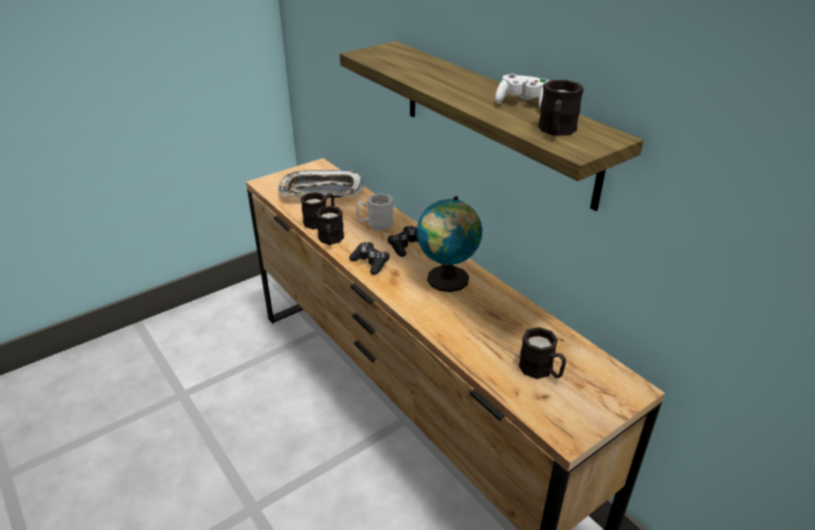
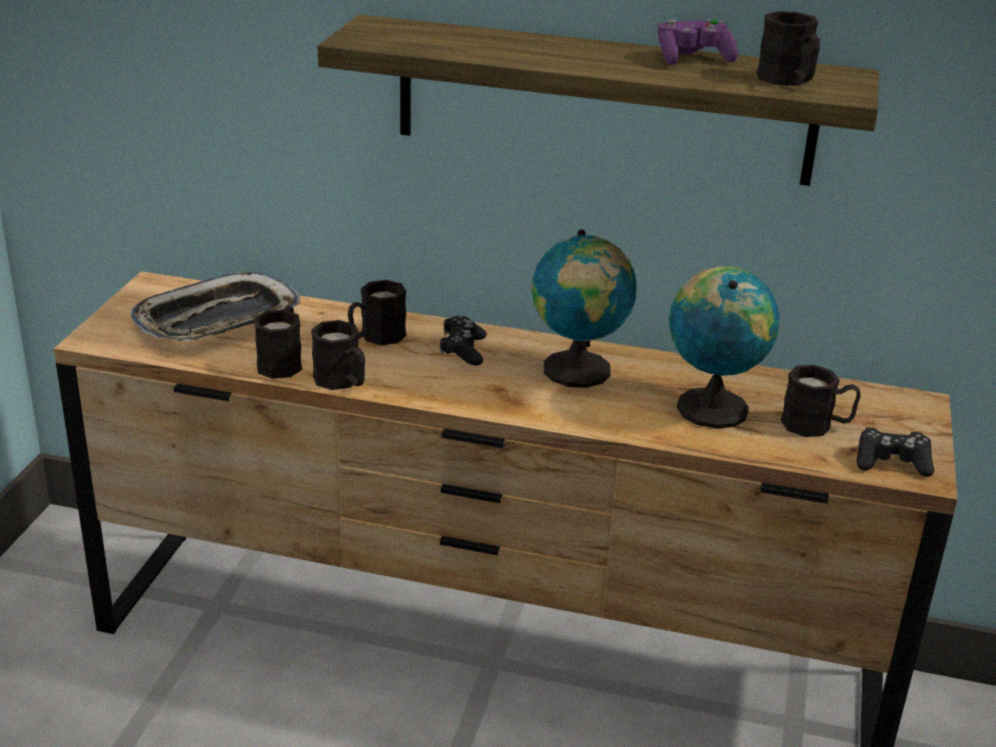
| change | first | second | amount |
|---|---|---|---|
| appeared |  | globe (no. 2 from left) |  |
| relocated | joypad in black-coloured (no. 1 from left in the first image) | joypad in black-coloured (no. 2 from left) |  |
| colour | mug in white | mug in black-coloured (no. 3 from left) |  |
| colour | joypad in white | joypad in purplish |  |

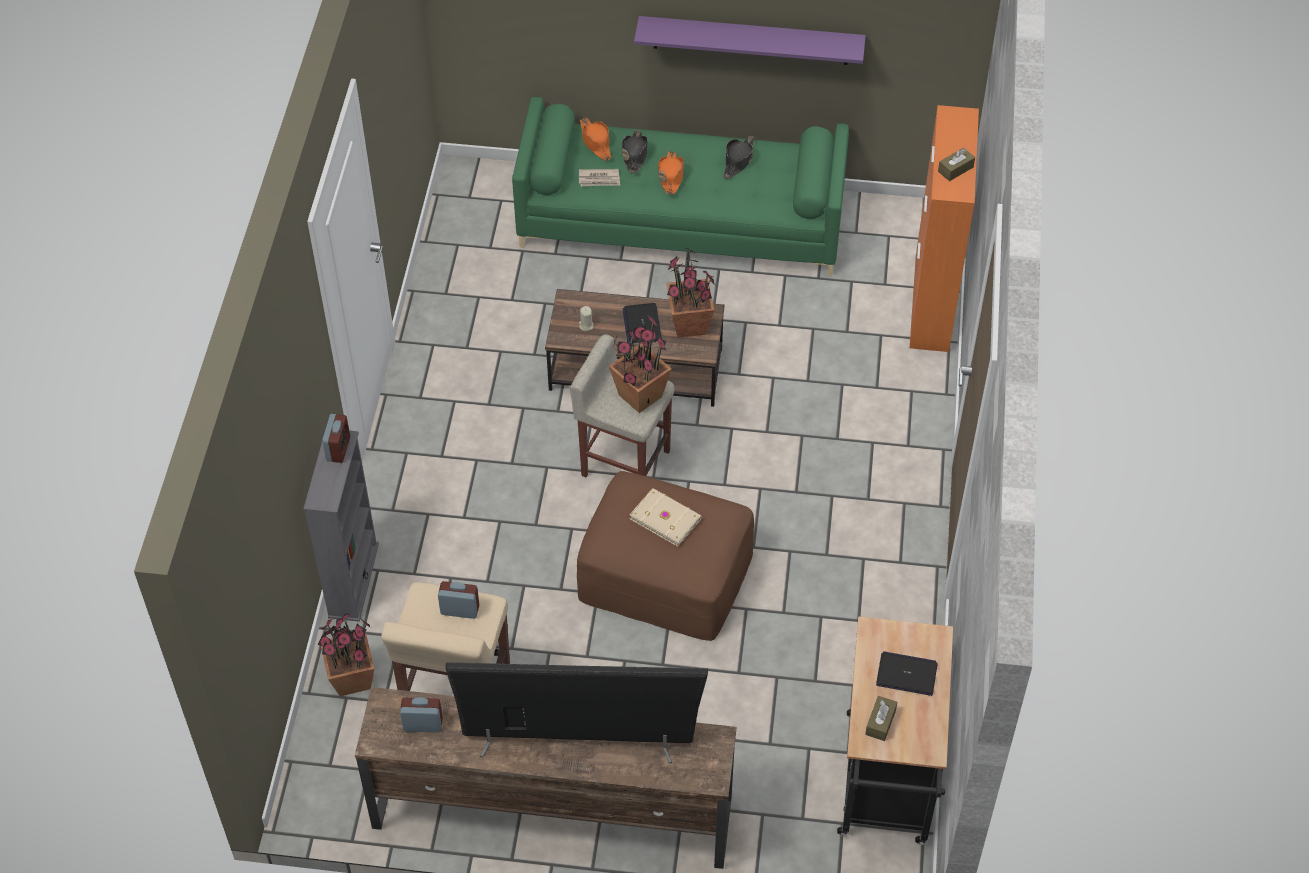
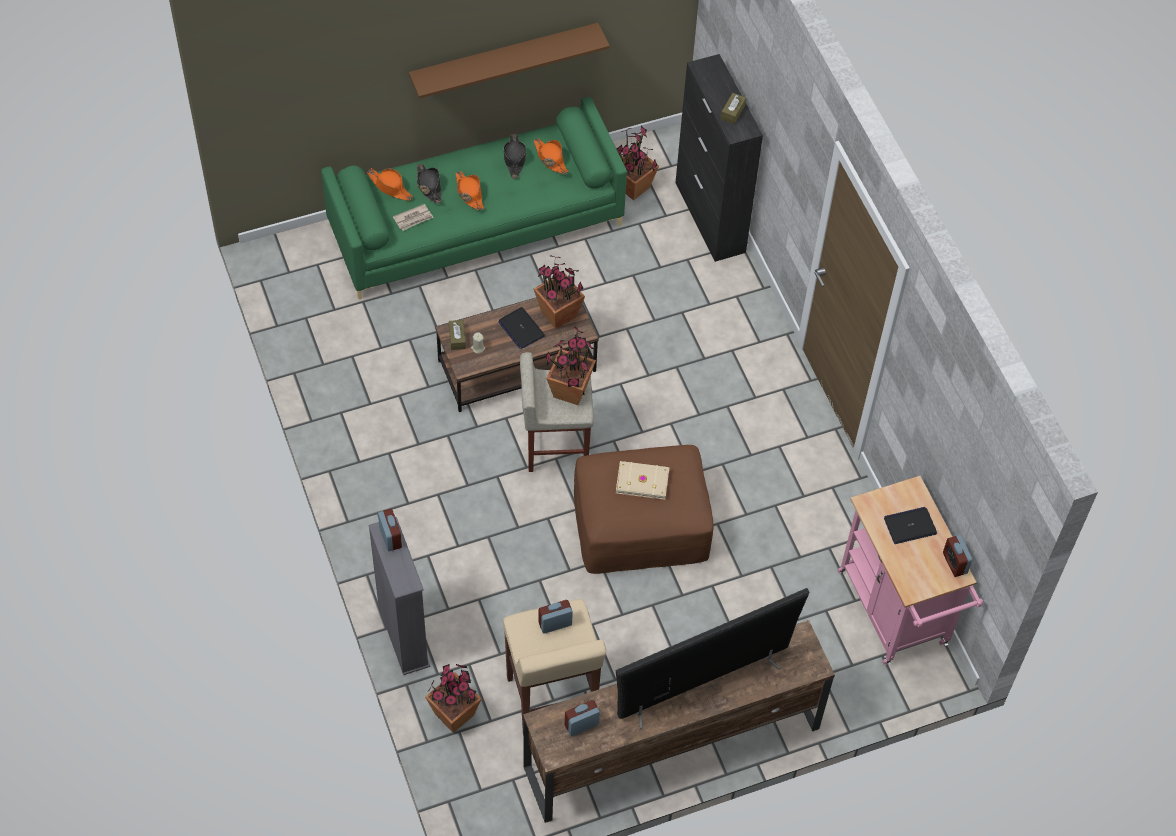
| change | first | second | amount |
|---|---|---|---|
| appeared |  | hat in orange-coloured (no. 3 from left) |  |
| appeared |  | potted plant (no. 4 from left) |  |
| appeared |  | alarm clock (no. 4 from left) |  |
| relocated | tissue holder in brown (no. 1 from left) |  |  |
| colour | wall shelf in purplish | wall shelf in brown |  |
| colour | cart in black-coloured | cart in pink-coloured |  |
| colour | cupboard in orange-coloured | cupboard in black-coloured |  |

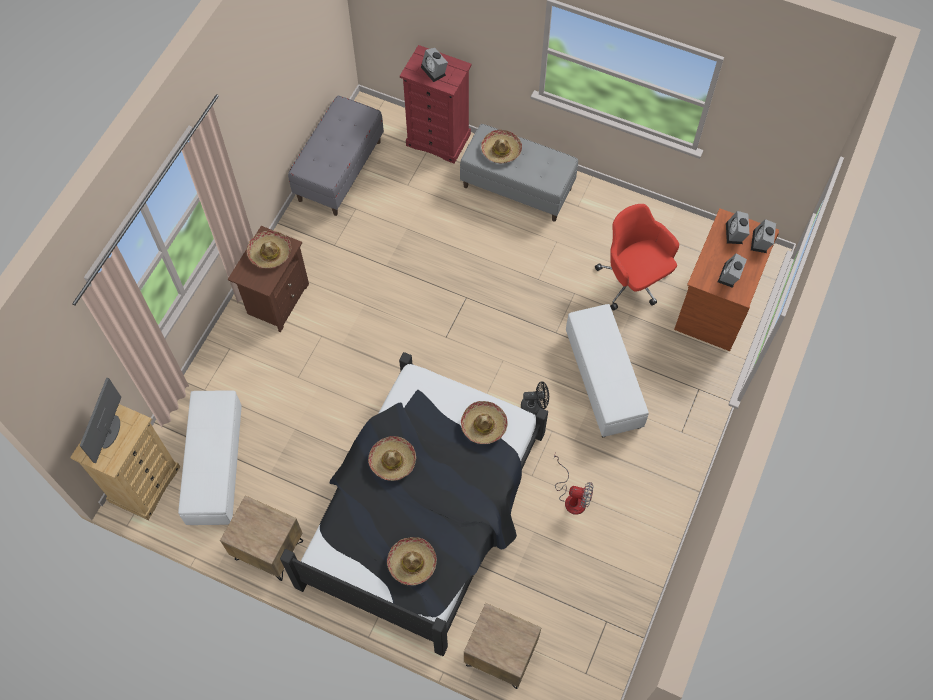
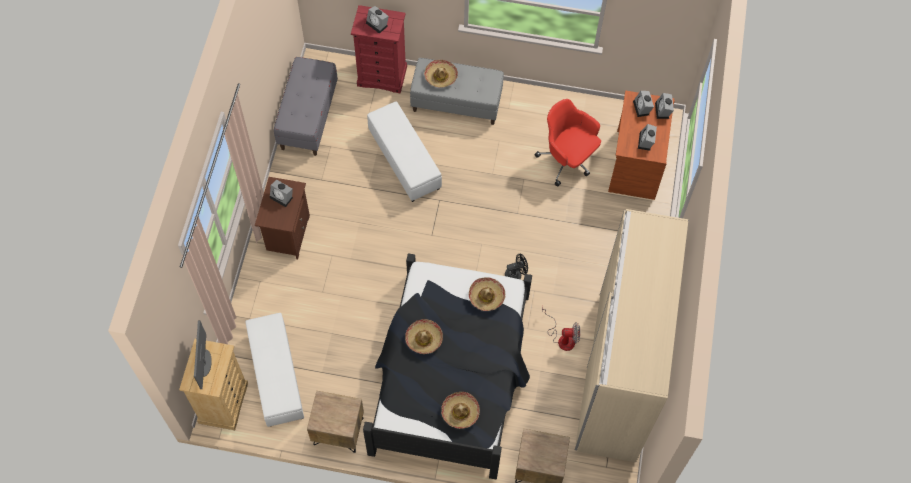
| change | first | second | amount |
|---|---|---|---|
| appeared |  | clothes cupboard in beige |  |
| relocated | pouffe in white (no. 2 from left) |  |  |
| exchanged | hat (no. 1 from left) | alarm clock (no. 1 from left) |  |

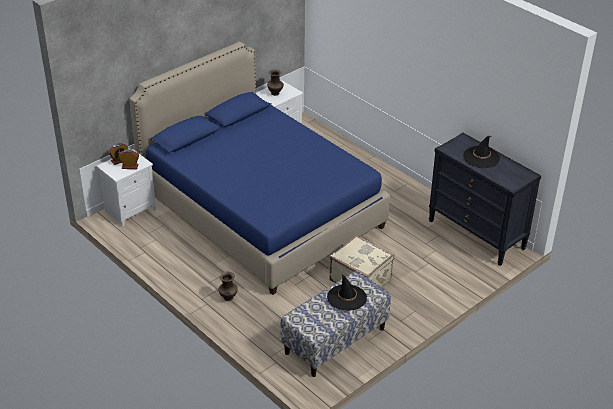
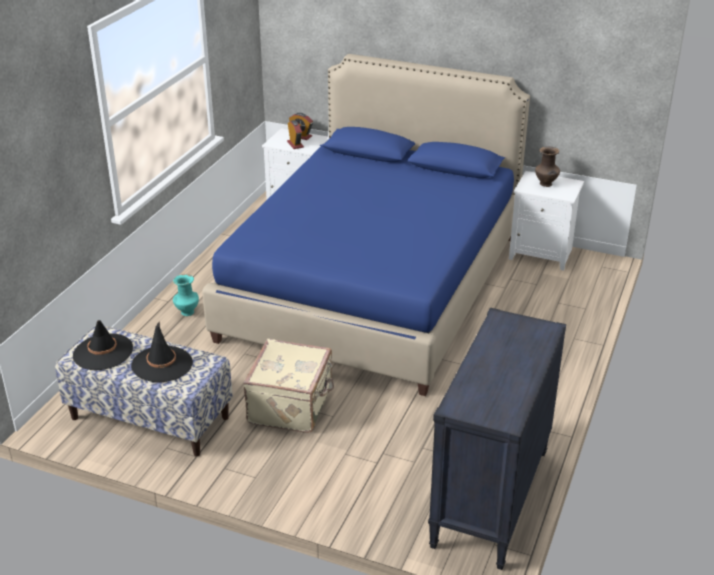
| change | first | second | amount |
|---|---|---|---|
| relocated | hat in black-coloured (no. 2 from left in the first image) | hat in black-coloured (no. 1 from left) |  |
| colour | vase in brown (no. 1 from left) | vase in blue-green |  |

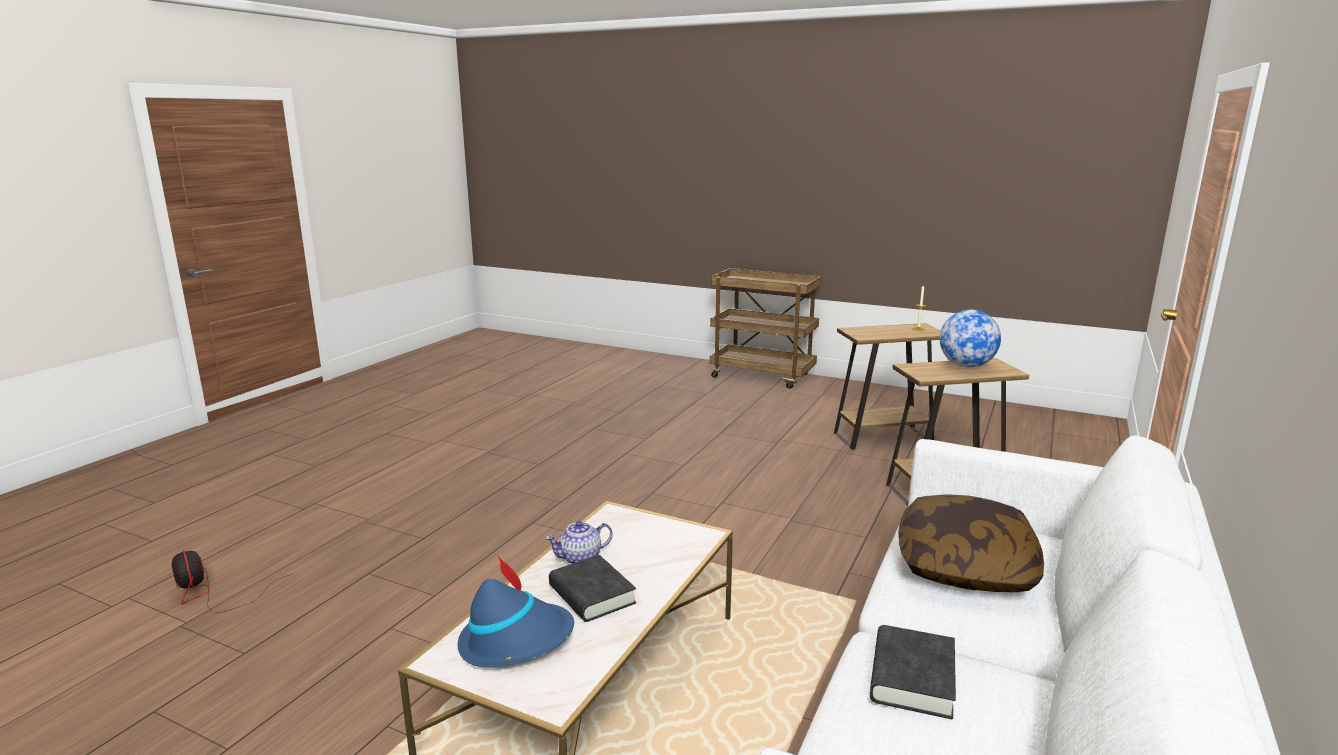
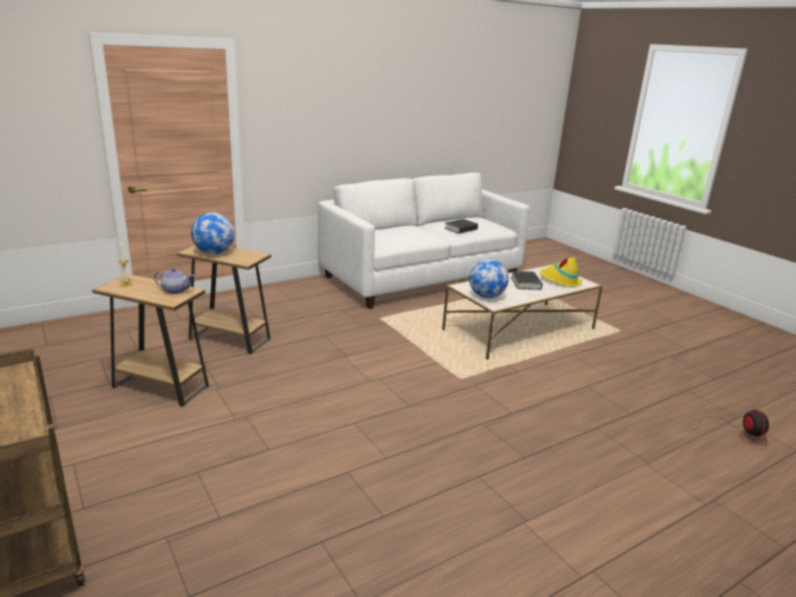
| change | first | second | amount |
|---|---|---|---|
| missing | throw pillow |  |  |
| appeared |  | globe (no. 2 from left) |  |
| relocated | tea pot |  |  |
| colour | hat in blue | hat in yellow |  |

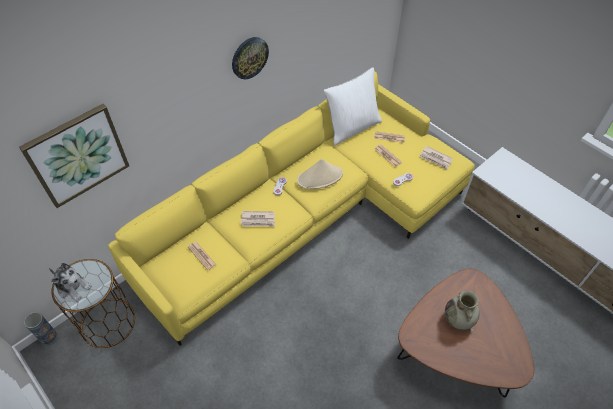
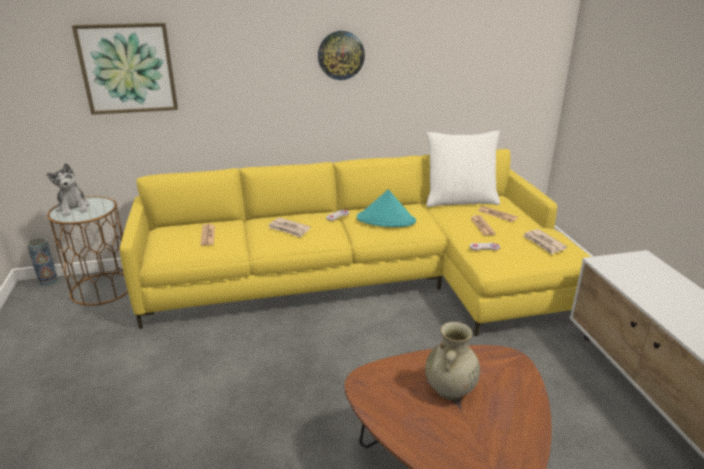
| change | first | second | amount |
|---|---|---|---|
| colour | hat in beige | hat in blue-green |  |

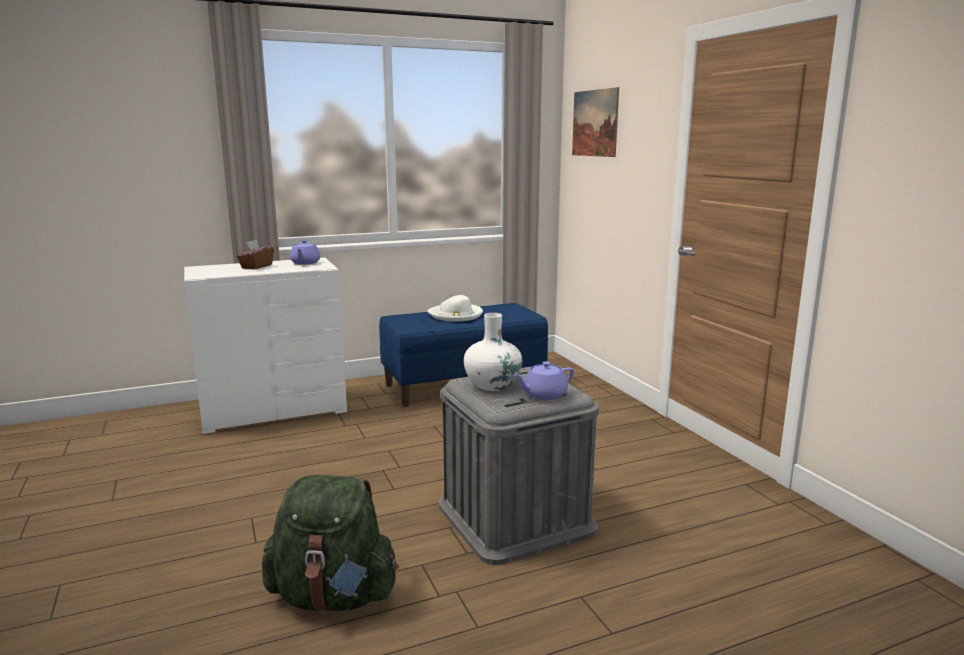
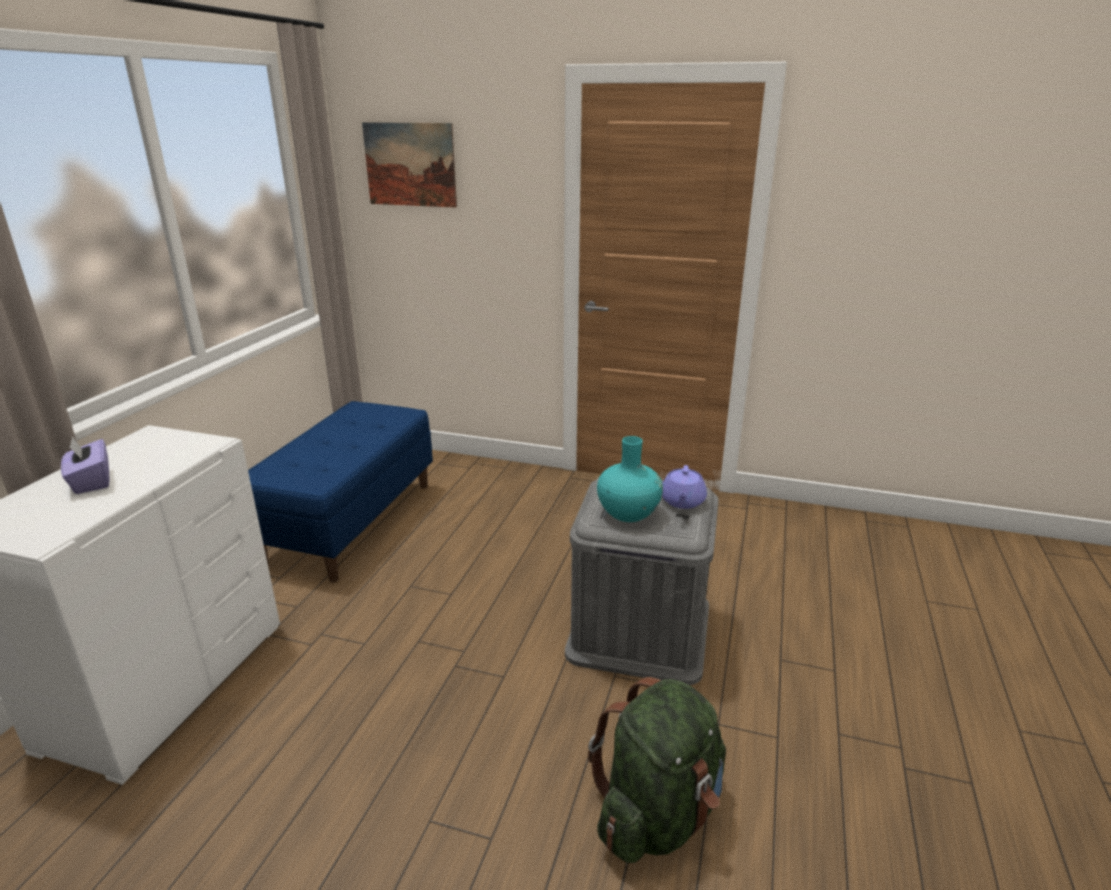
| change | first | second | amount |
|---|---|---|---|
| missing | tea pot in purplish (no. 1 from left) |  |  |
| missing | hat in white |  |  |
| colour | tissue holder in brown | tissue holder in purplish |  |
| colour | vase in white | vase in blue-green |  |

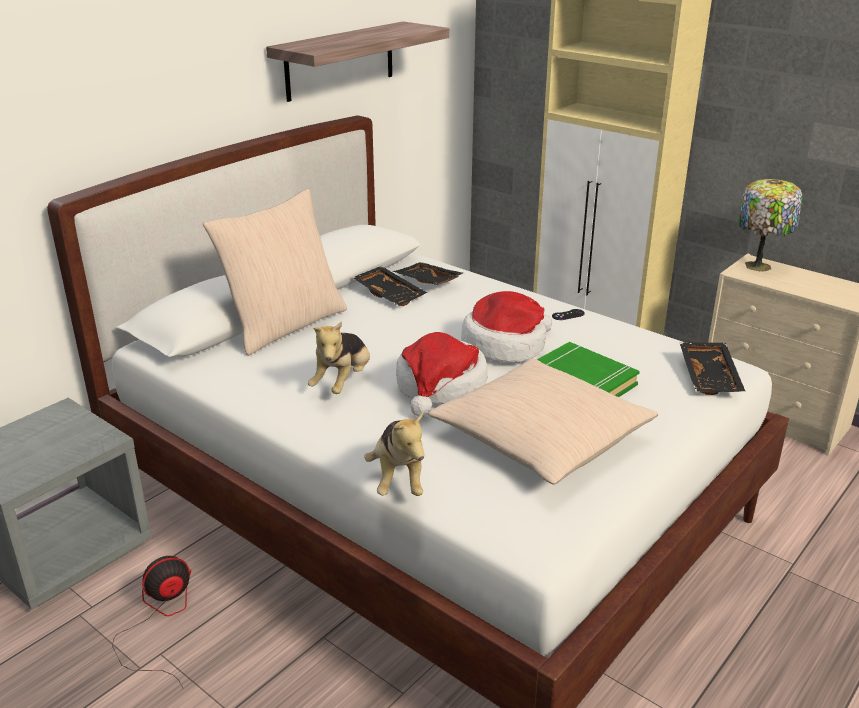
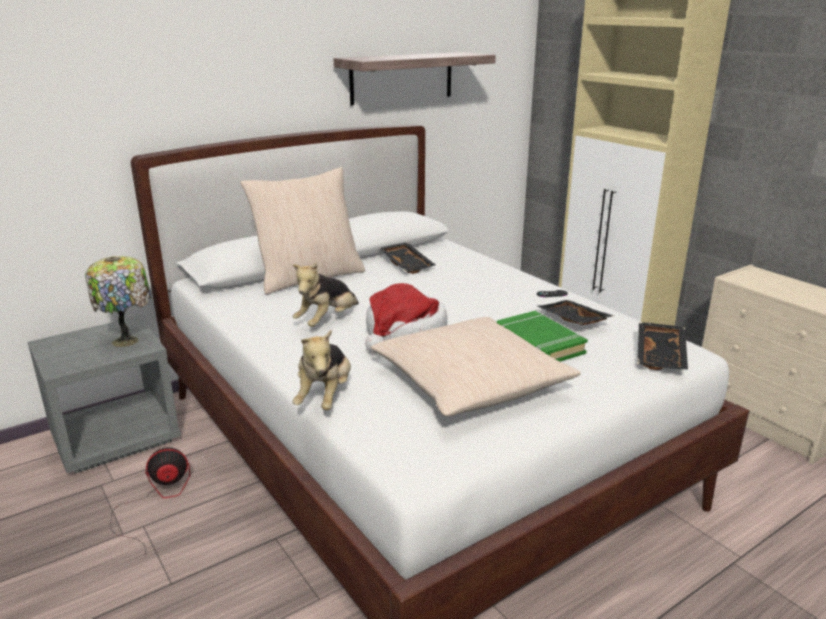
| change | first | second | amount |
|---|---|---|---|
| missing | hat (no. 2 from left) |  |  |
| relocated | serving tray in black-coloured (no. 2 from left) |  |  |
| relocated | table lamp |  |  |

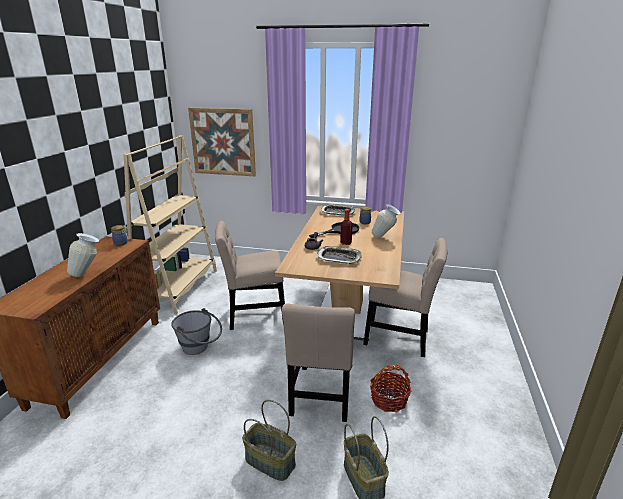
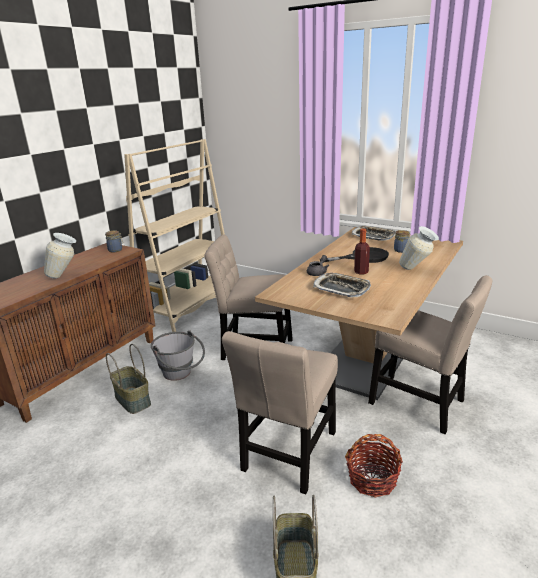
| change | first | second | amount |
|---|---|---|---|
| missing | wall art |  |  |
| relocated | household basket (no. 1 from left) |  |  |

